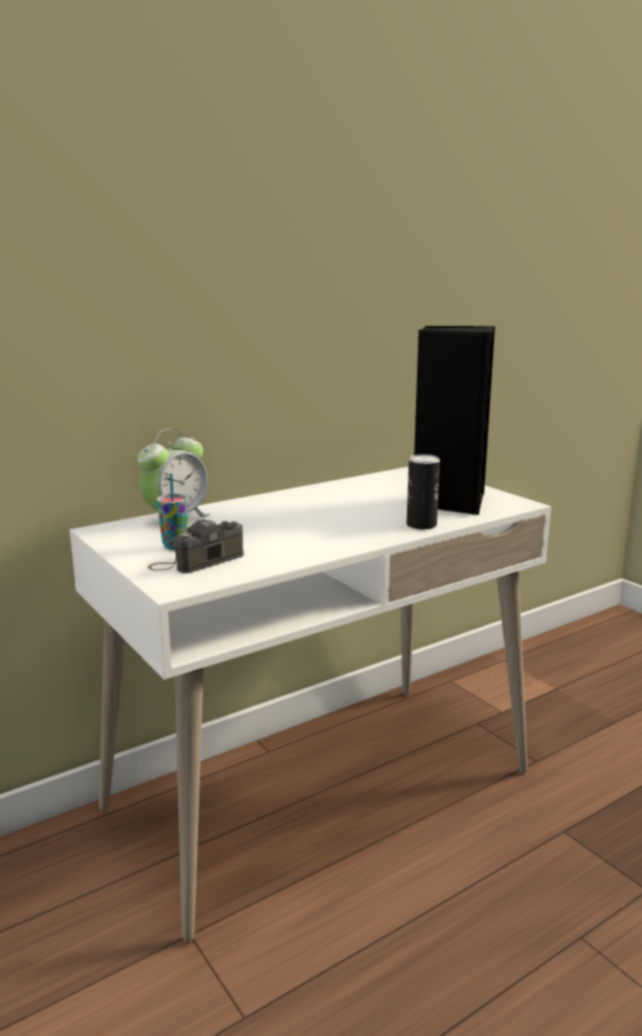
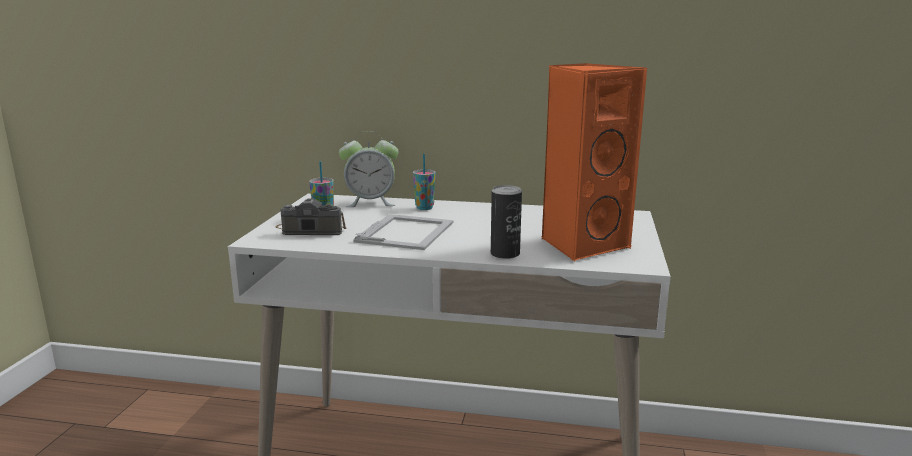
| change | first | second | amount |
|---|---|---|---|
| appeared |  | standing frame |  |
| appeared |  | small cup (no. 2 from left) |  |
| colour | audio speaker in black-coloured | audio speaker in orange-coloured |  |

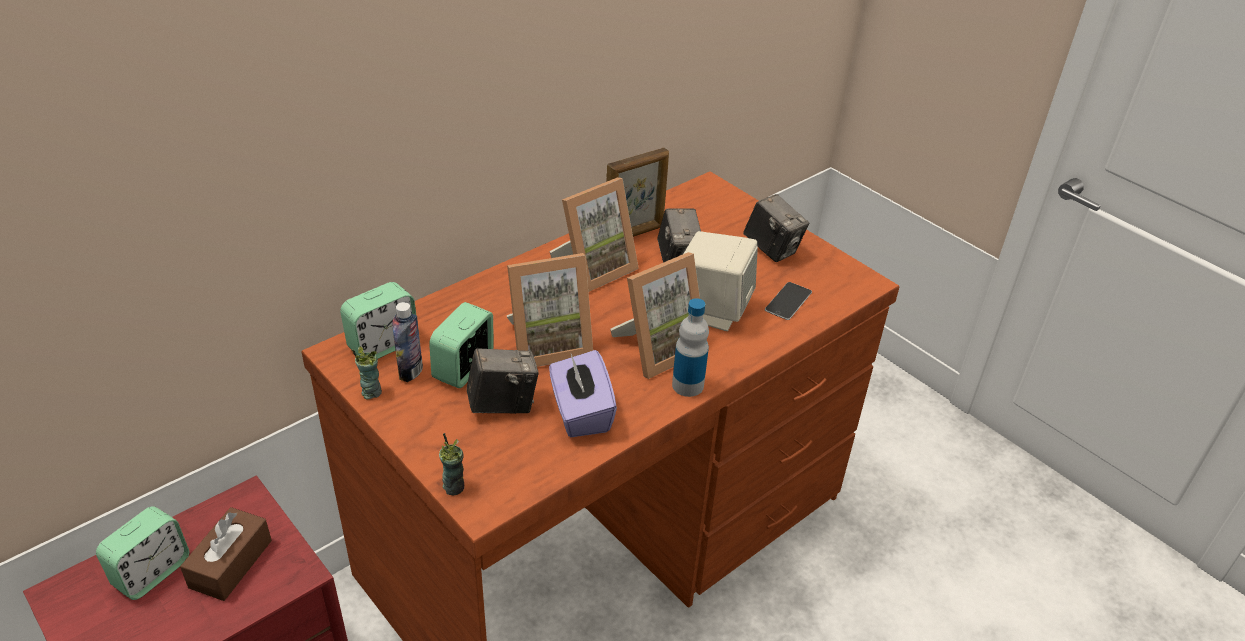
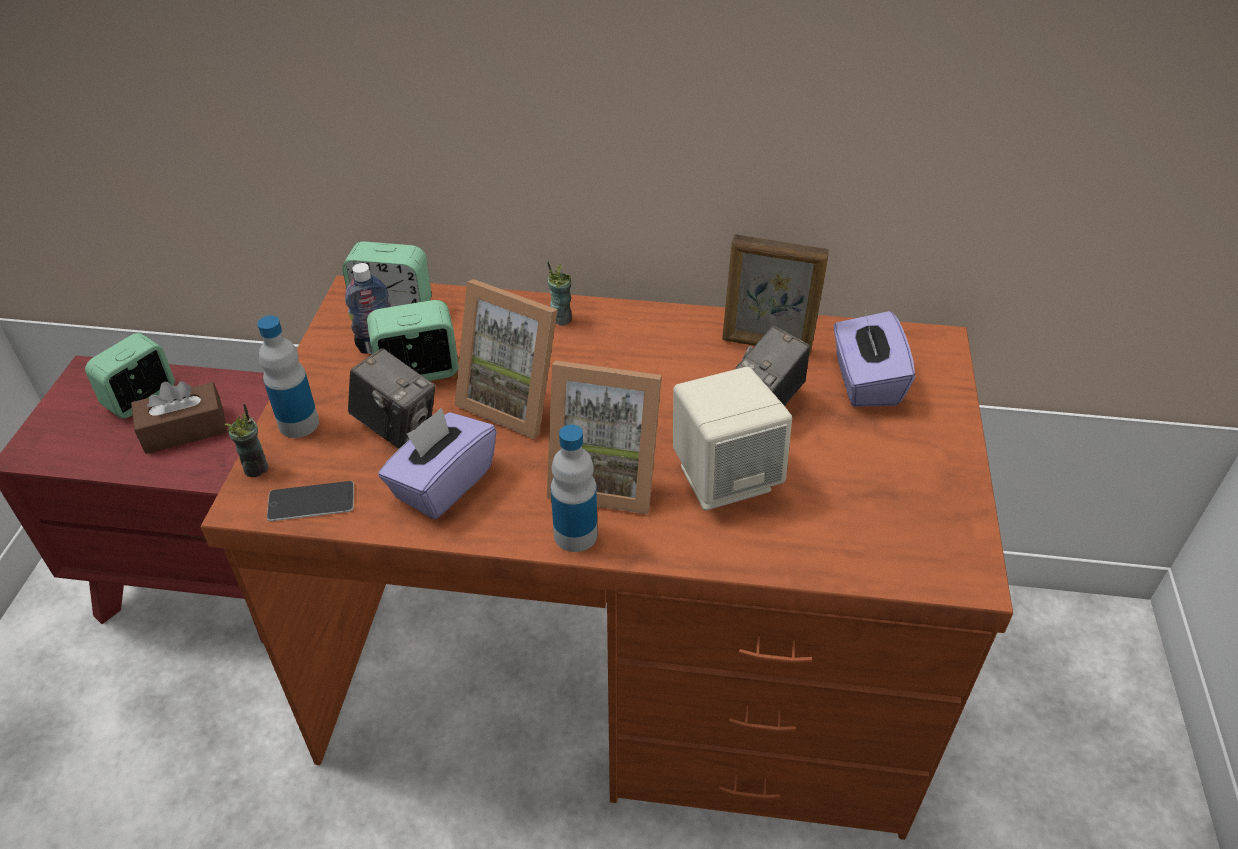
| change | first | second | amount |
|---|---|---|---|
| missing | standing frame (no. 2 from left) |  |  |
| missing | photo camera (no. 3 from left) |  |  |
| appeared |  | drink bottle (no. 1 from left) |  |
| appeared |  | tissue holder in purplish (no. 2 from left) |  |
| relocated | small cup (no. 1 from left in the first image) | small cup (no. 2 from left) |  |
| relocated | phone |  |  |
| spun | alarm clock (no. 1 from left) |  | 135 degrees clockwise |

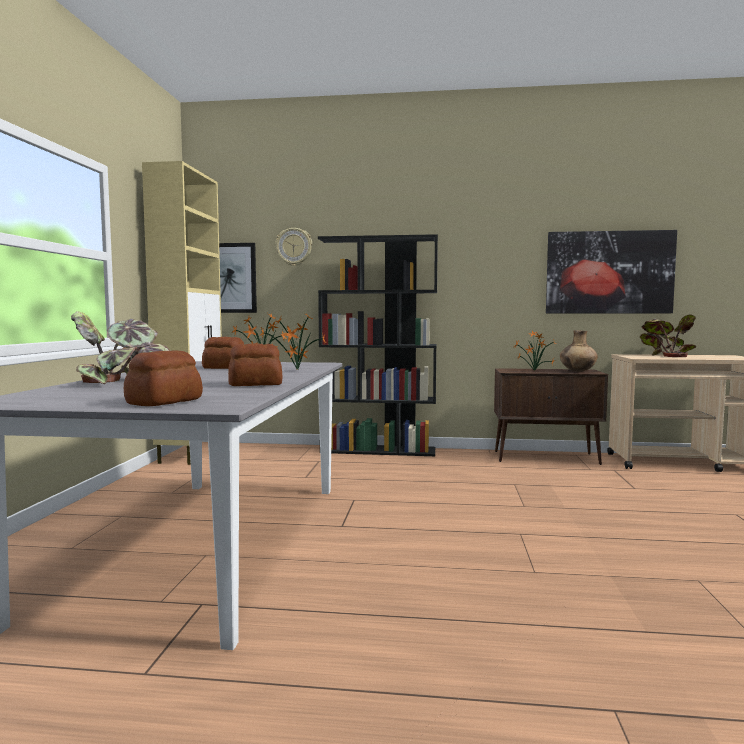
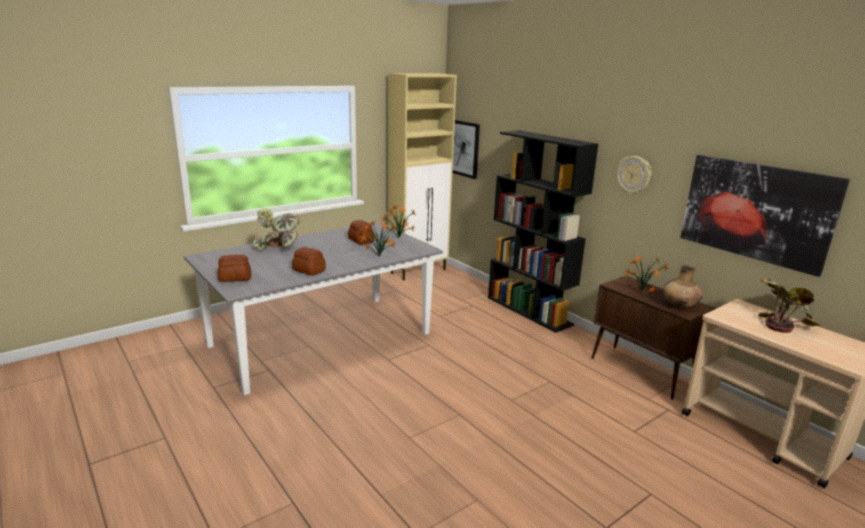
| change | first | second | amount |
|---|---|---|---|
| relocated | wall clock |  |  |

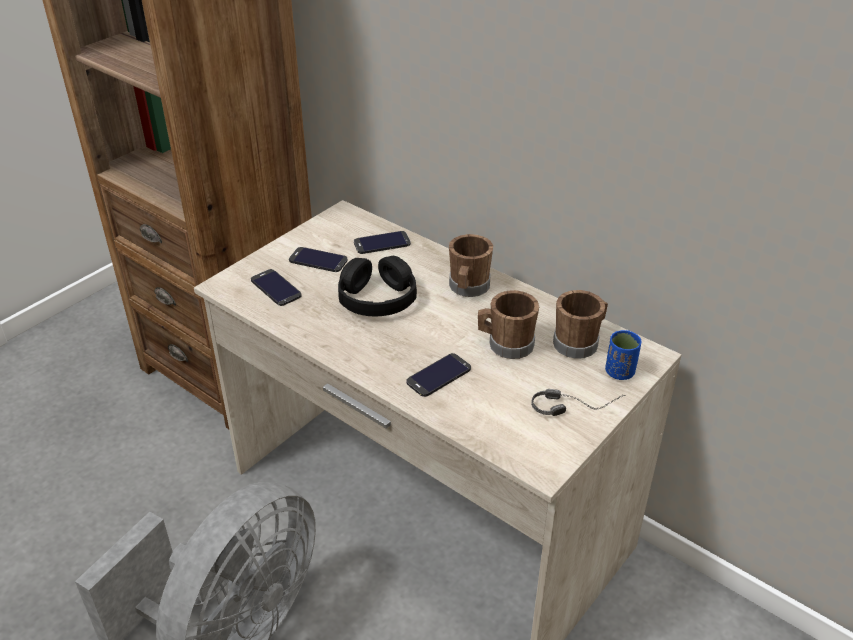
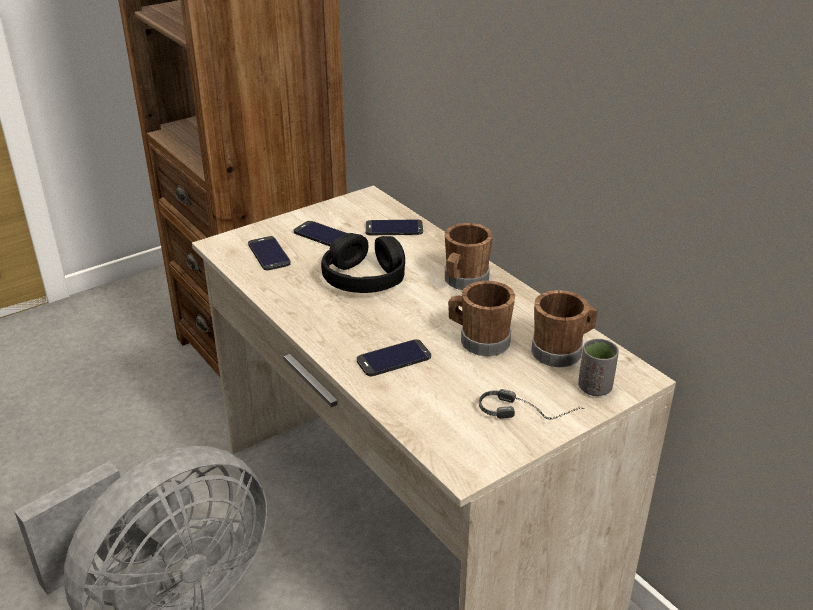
| change | first | second | amount |
|---|---|---|---|
| colour | small cup in blue | small cup in greyish |  |

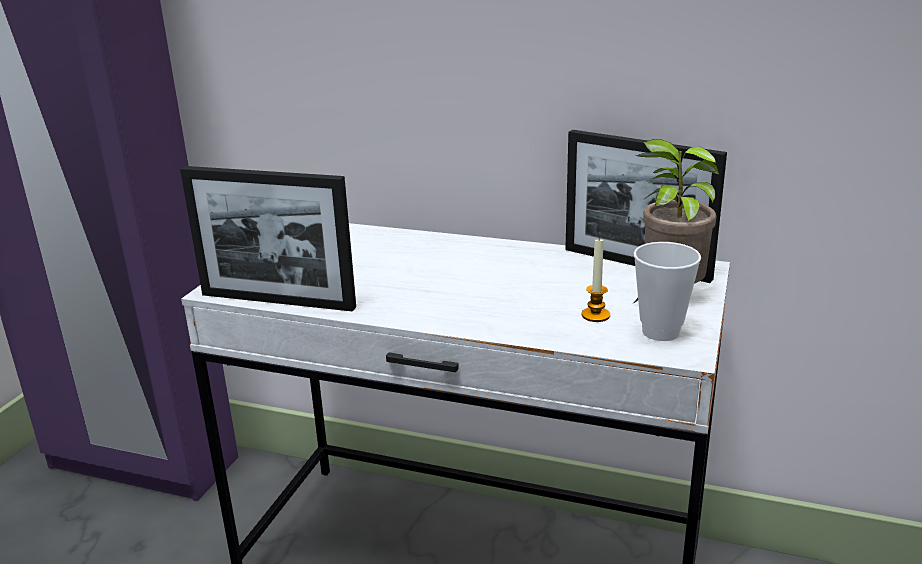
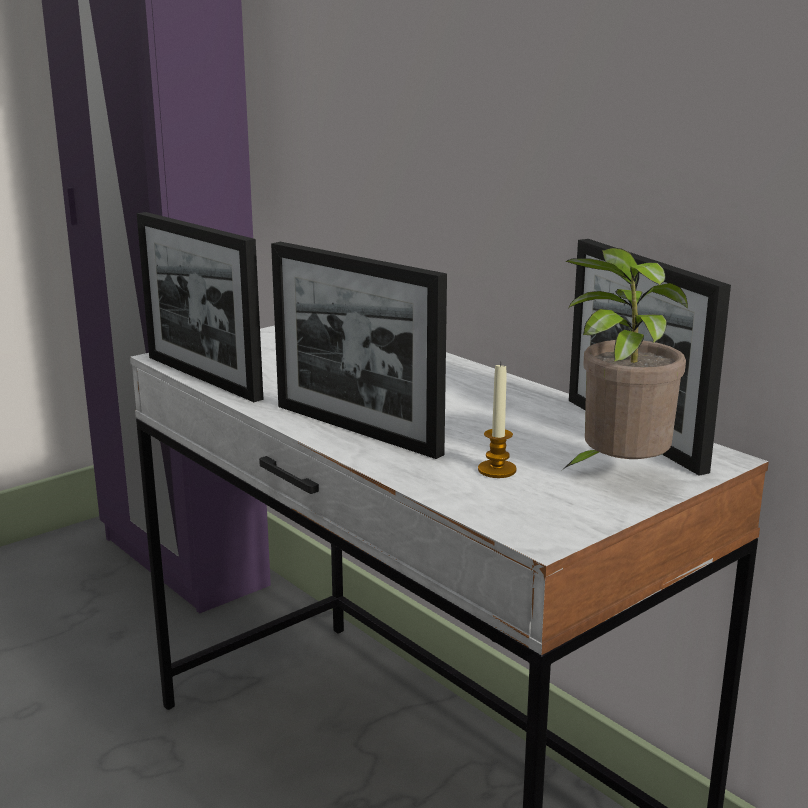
| change | first | second | amount |
|---|---|---|---|
| missing | small cup |  |  |
| appeared |  | standing frame (no. 2 from left) |  |

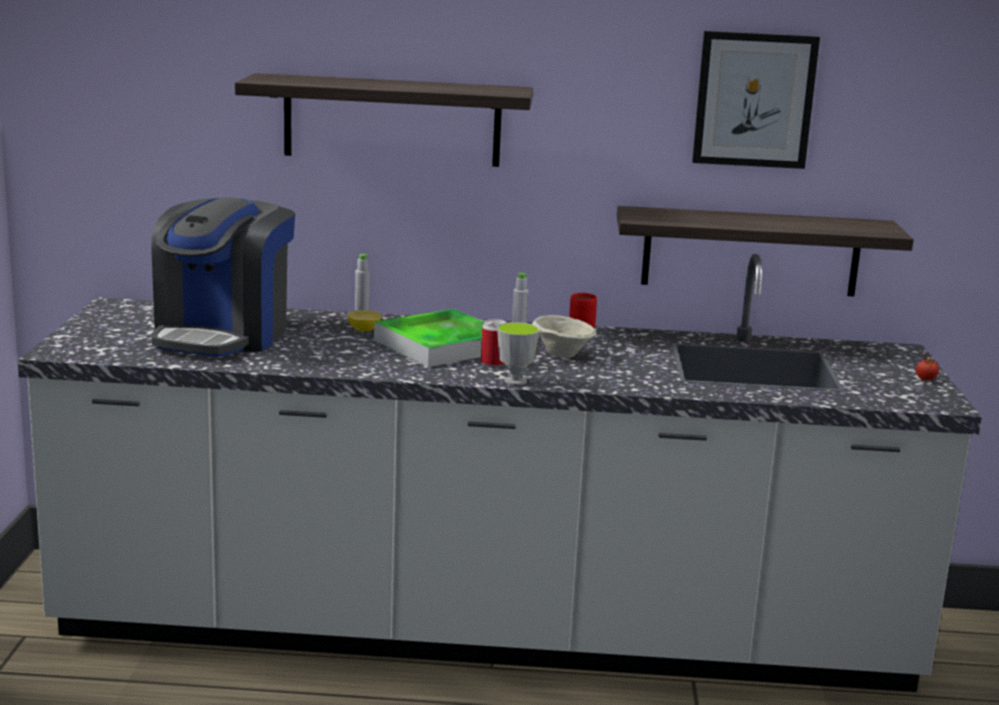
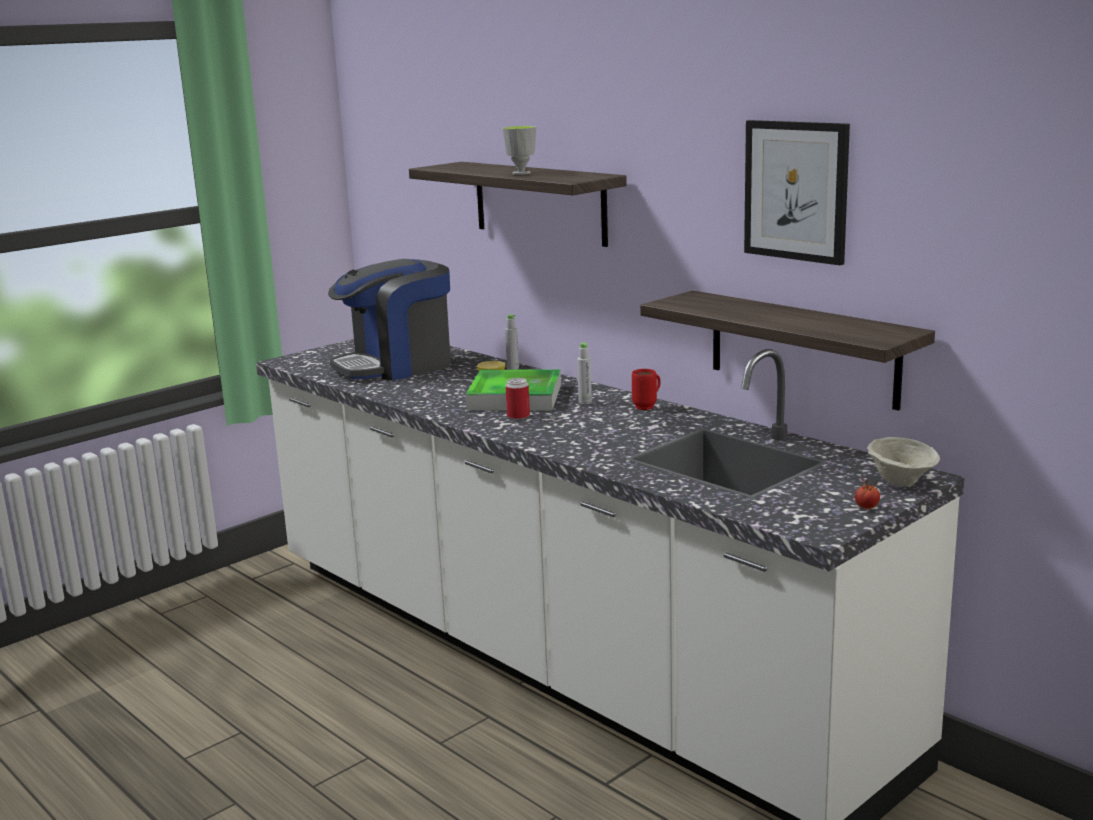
| change | first | second | amount |
|---|---|---|---|
| relocated | small cup |  |  |
| relocated | deep dish in beige |  |  |

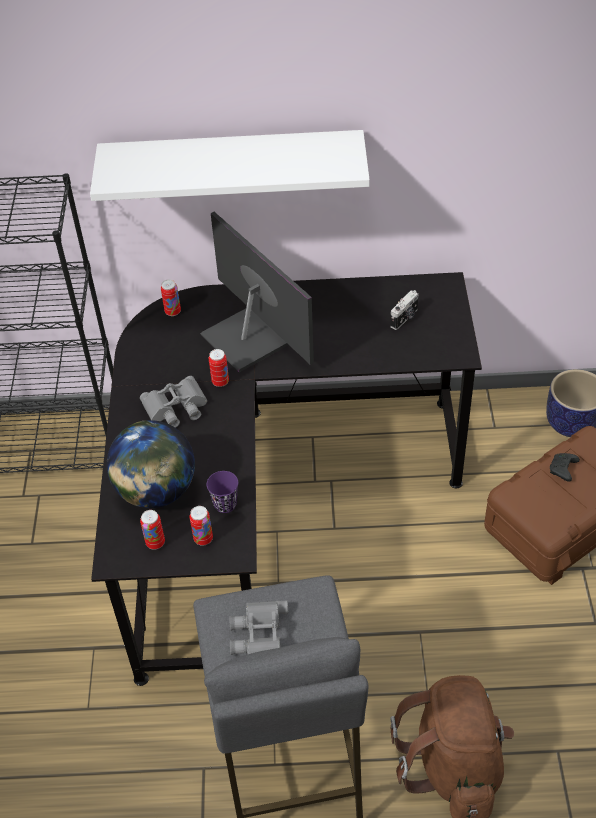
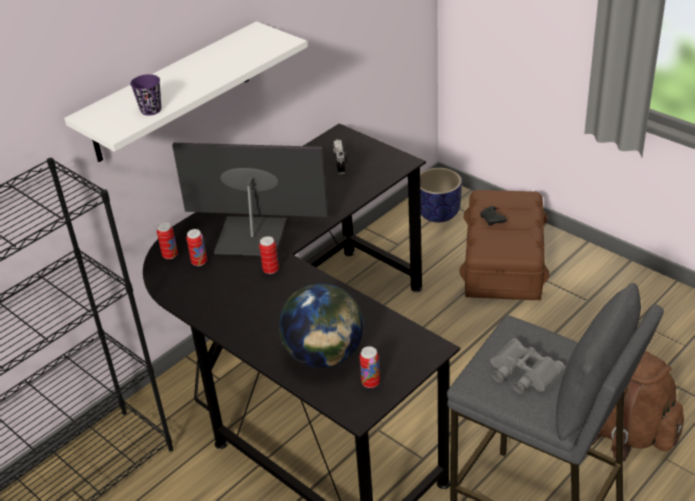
| change | first | second | amount |
|---|---|---|---|
| missing | binoculars in greyish (no. 1 from left) |  |  |
| relocated | metal can (no. 3 from left in the first image) | metal can (no. 2 from left) |  |
| relocated | small cup in purplish |  |  |

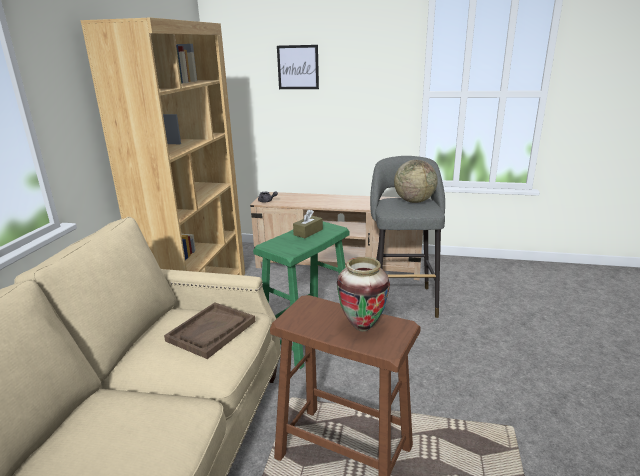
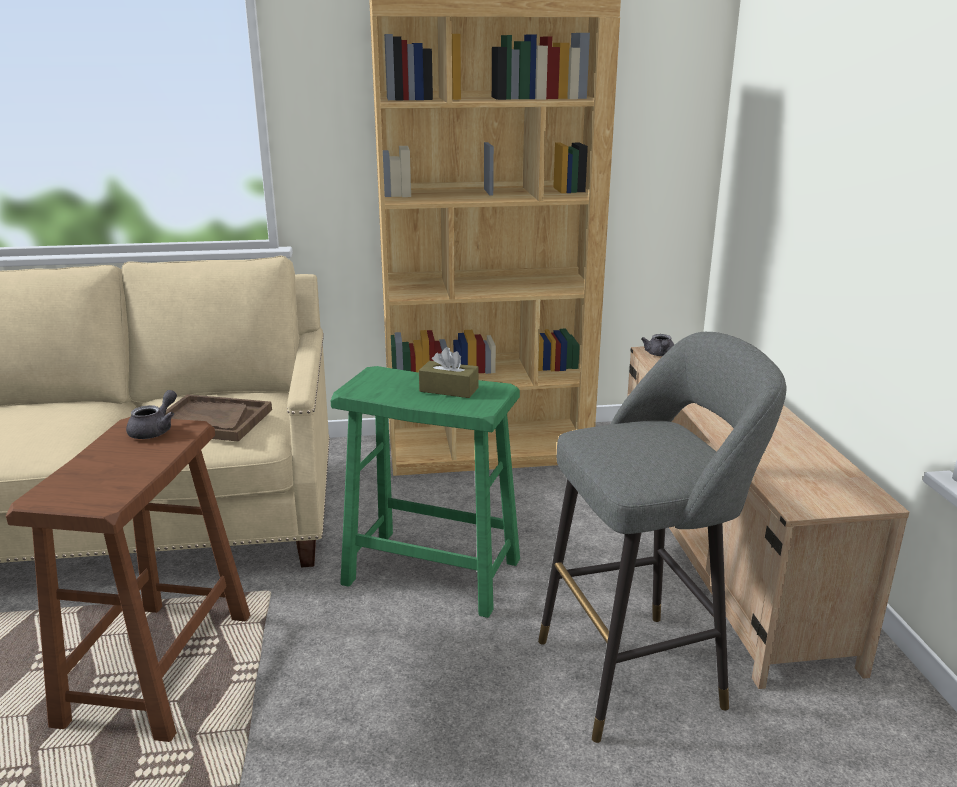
| change | first | second | amount |
|---|---|---|---|
| missing | wall art |  |  |
| missing | vase |  |  |
| missing | globe |  |  |
| appeared |  | tea pot in greyish (no. 1 from left) |  |

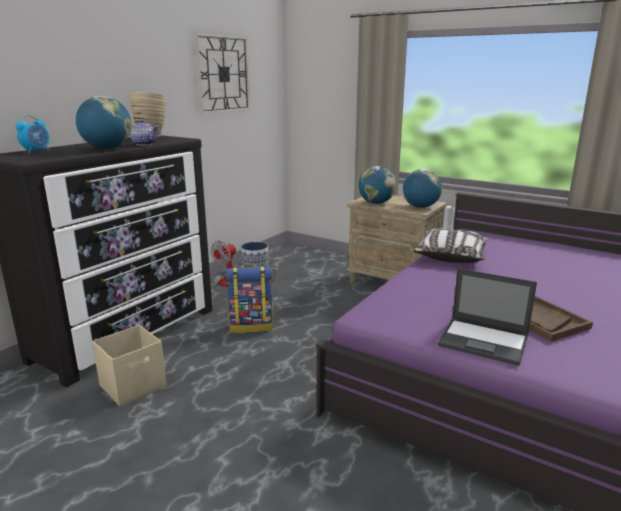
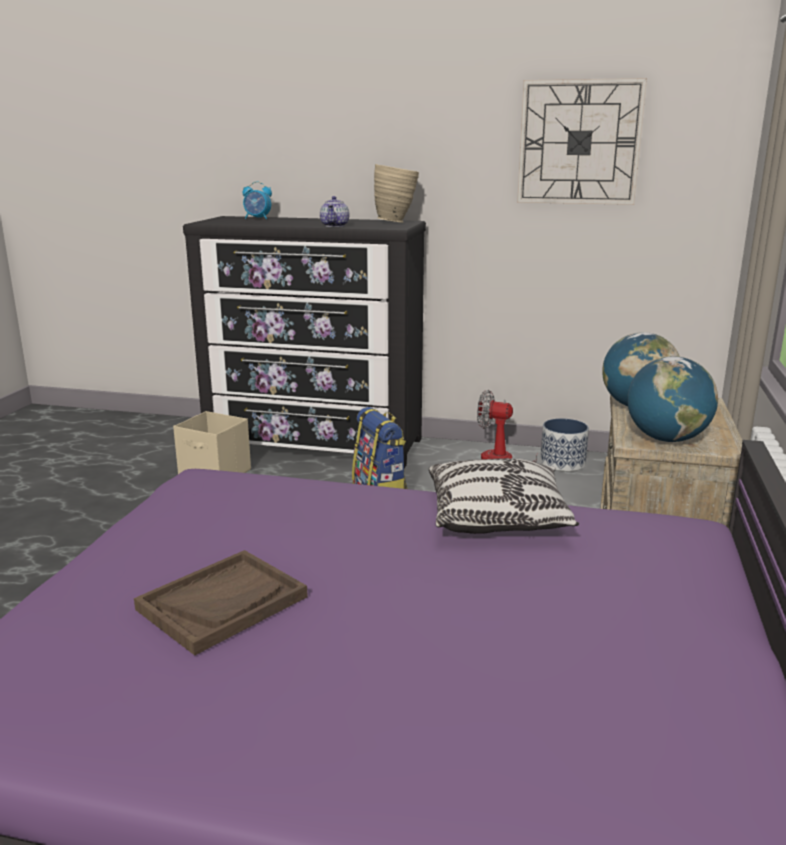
| change | first | second | amount |
|---|---|---|---|
| missing | globe (no. 1 from left) |  |  |
| missing | notebook computer |  |  |

